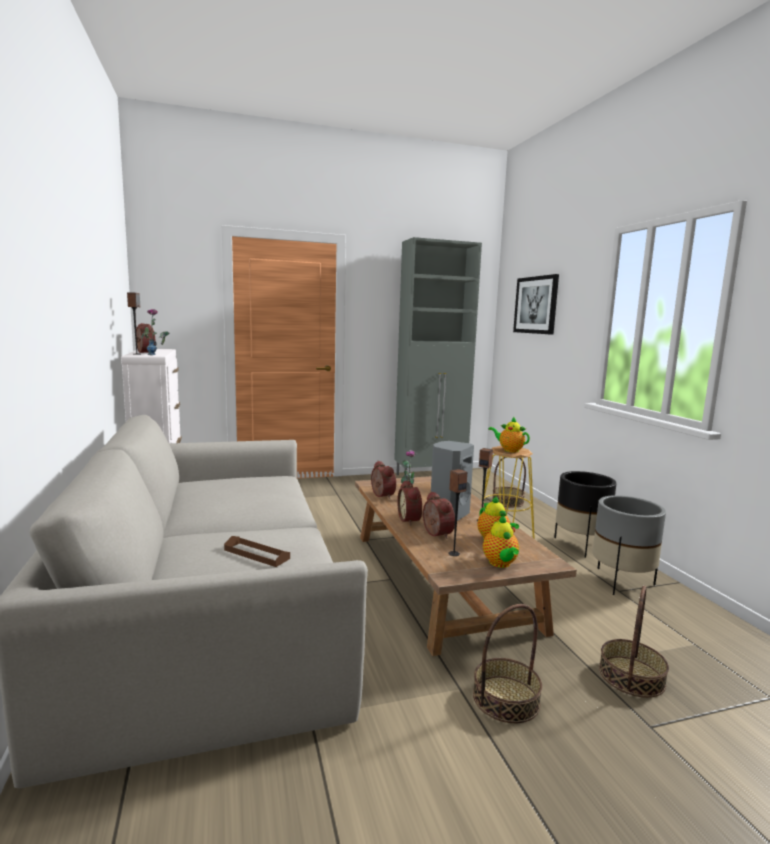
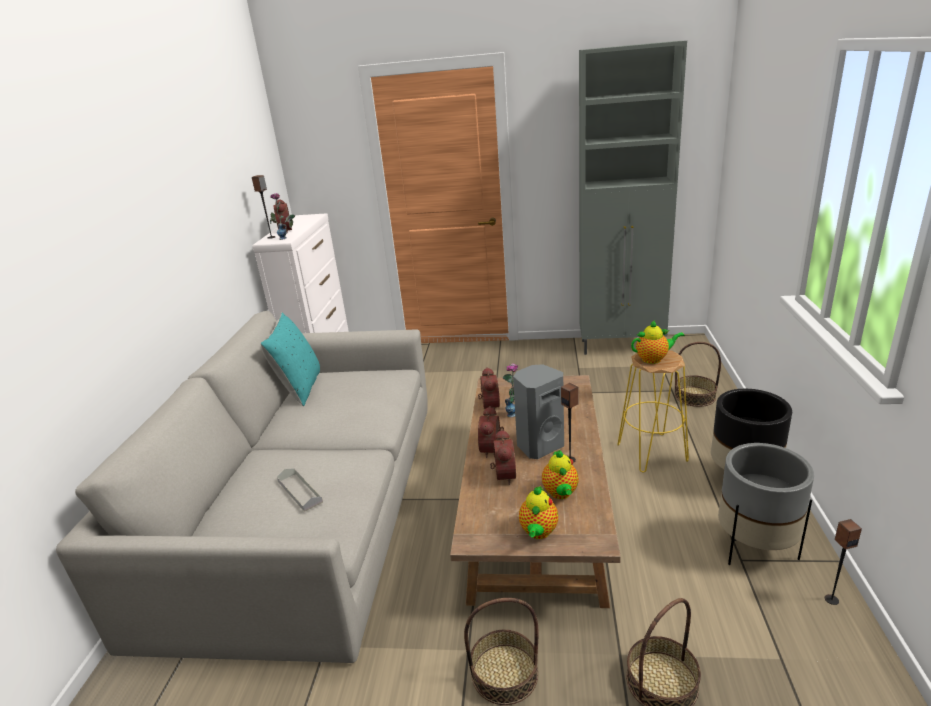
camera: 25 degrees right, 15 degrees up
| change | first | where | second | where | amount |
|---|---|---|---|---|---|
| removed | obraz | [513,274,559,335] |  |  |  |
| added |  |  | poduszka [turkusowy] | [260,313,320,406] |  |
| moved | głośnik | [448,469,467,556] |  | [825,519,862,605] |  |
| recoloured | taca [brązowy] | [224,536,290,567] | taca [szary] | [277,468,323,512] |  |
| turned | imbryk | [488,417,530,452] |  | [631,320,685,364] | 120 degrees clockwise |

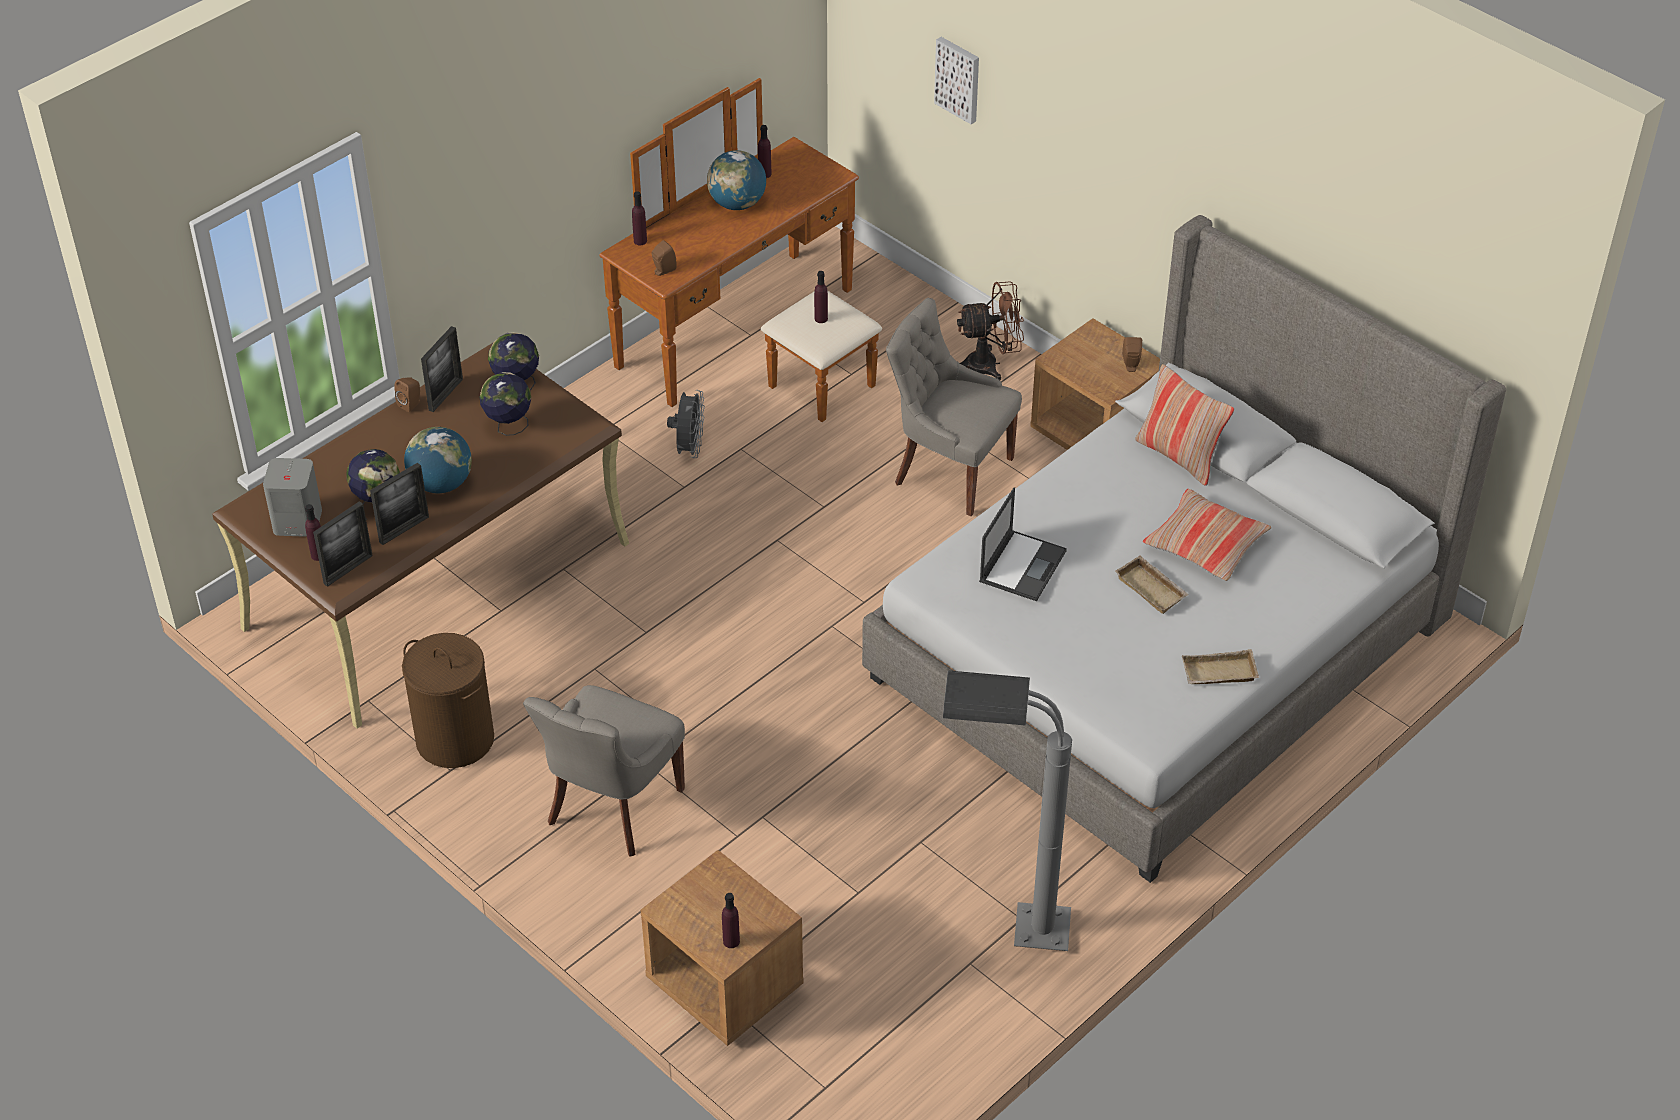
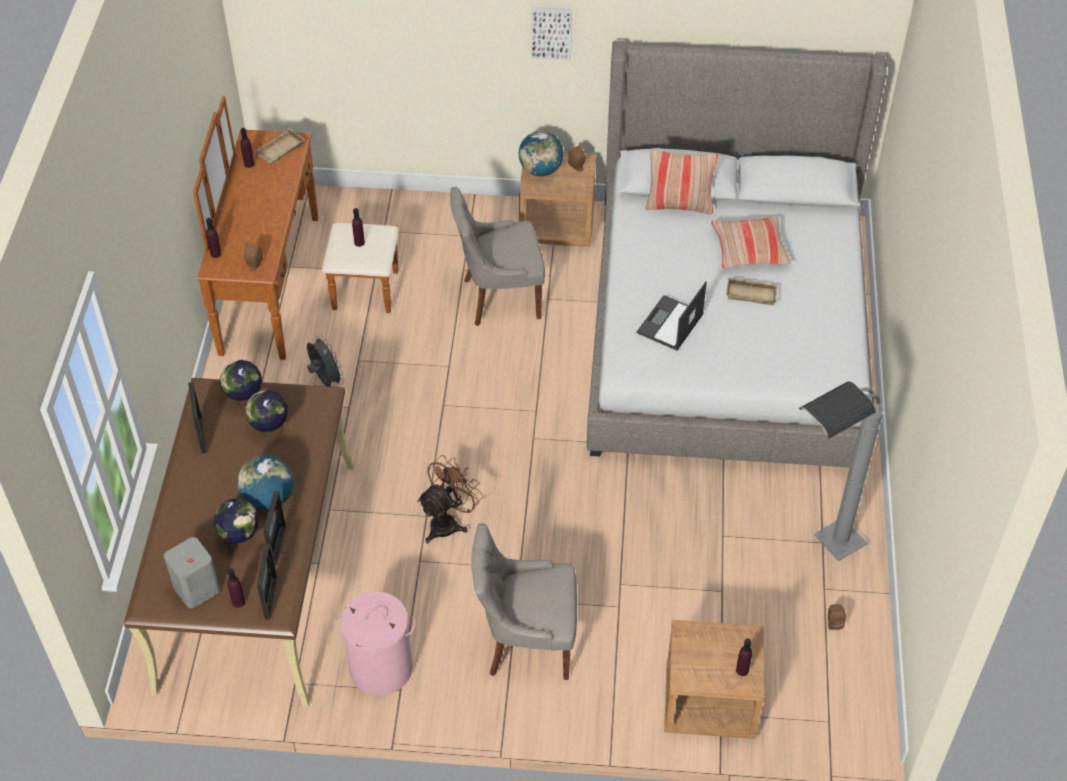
camera: 40 degrees left, 5 degrees up
| change | first | where | second | where | amount |
|---|---|---|---|---|---|
| moved | głośnik [brązowy] | [394,377,420,412] |  | [828,604,846,630] |  |
| moved | globus | [707,150,766,210] |  | [519,131,564,176] |  |
| moved | obraz | [934,37,979,124] |  | [532,7,572,60] |  |
| moved | wentylator [brązowy] | [957,281,1024,380] |  | [417,455,483,544] |  |
| moved | taca [beżowy] | [1182,649,1259,684] |  | [254,128,305,164] |  |
| recoloured | kosz na pranie [brązowy] | [402,633,494,768] | kosz na pranie [różowy] | [333,592,416,696] |  |
| turned | krzesło [szary] | [523,685,685,857] |  | [471,523,577,680] | 105 degrees clockwise |
| turned | laptop | [979,487,1067,601] |  | [637,282,707,351] | 135 degrees counterclockwise |

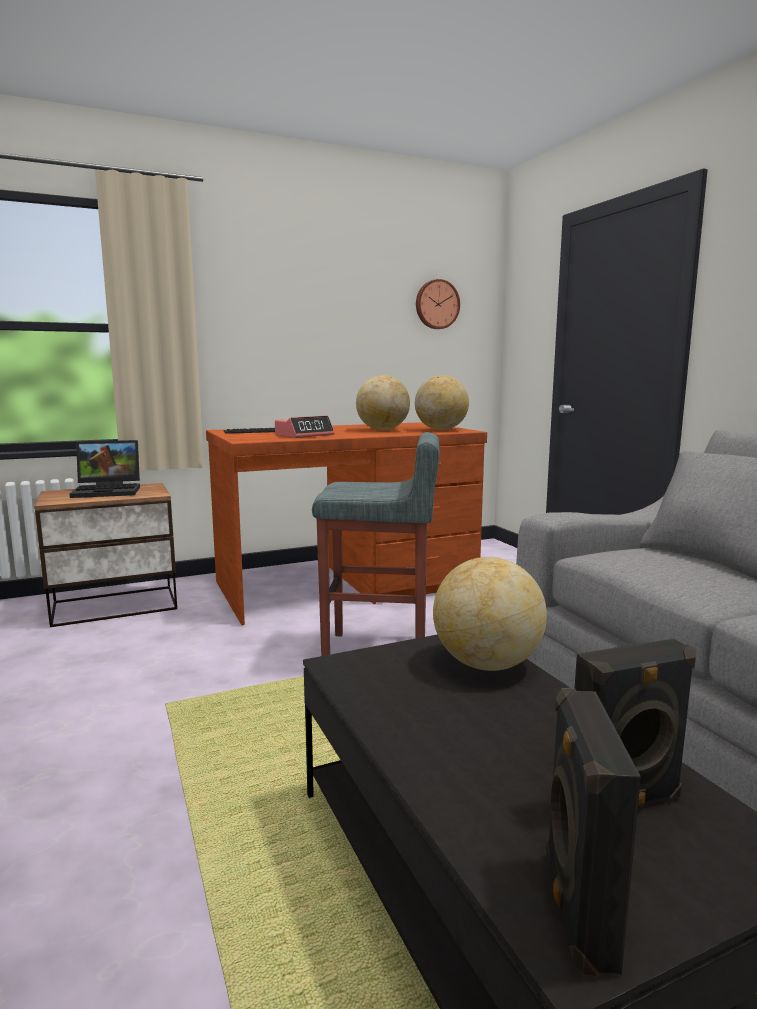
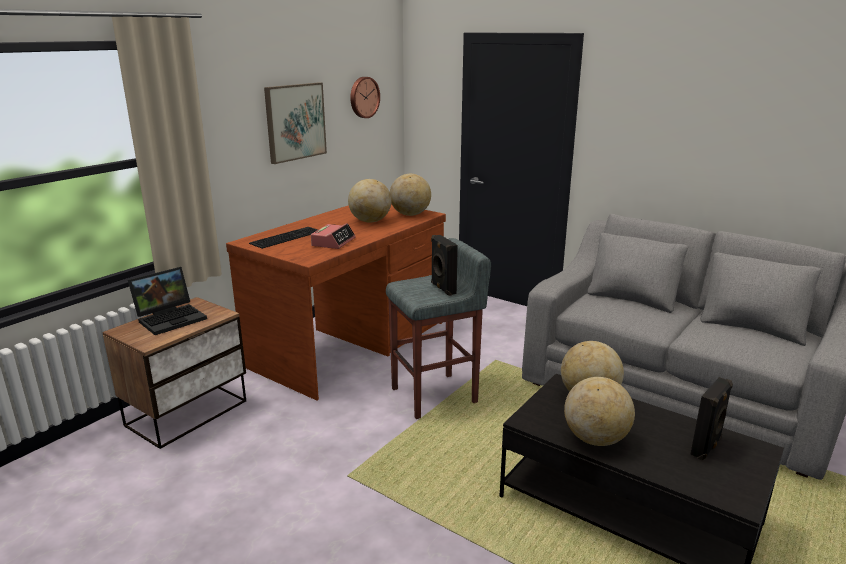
camera: 30 degrees left, 10 degrees up
| change | first | where | second | where | amount |
|---|---|---|---|---|---|
| added |  |  | obraz | [264,82,327,164] |  |
| added |  |  | globus | [564,377,635,446] |  |
| moved | głośnik [czarny] | [546,688,641,977] |  | [431,235,458,296] |  |

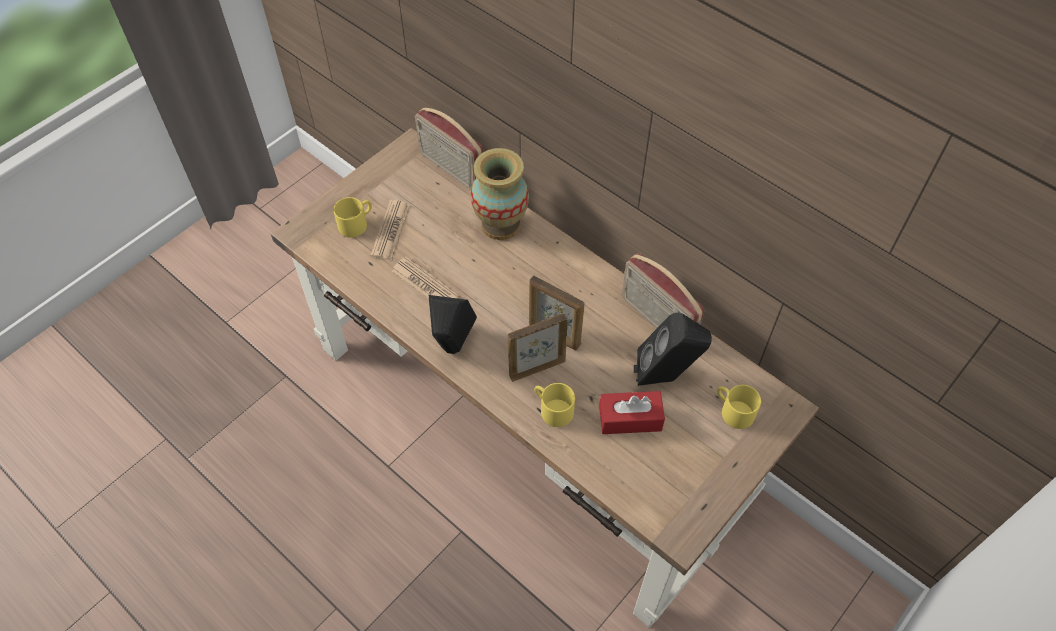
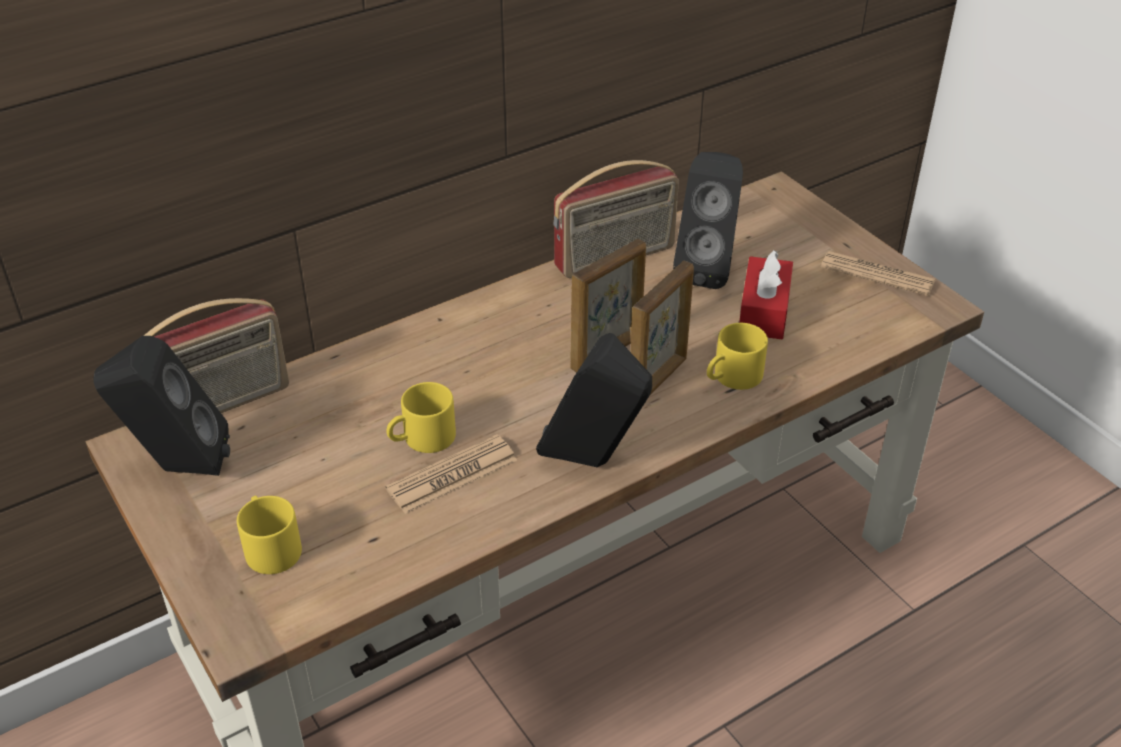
camera: 75 degrees left, 15 degrees down
| change | first | where | second | where | amount |
|---|---|---|---|---|---|
| removed | wazon | [471,148,529,240] |  |  |  |
| added |  |  | głośnik [czarny] | [93,336,230,476] |  |
| moved | gazeta | [370,200,410,260] |  | [821,251,935,296] |  |
| moved | kubek [żółty] | [717,385,761,429] |  | [386,382,456,453] |  |
| turned | ramka na zdjęcie | [508,314,568,382] |  | [630,261,694,395] | 135 degrees counterclockwise |

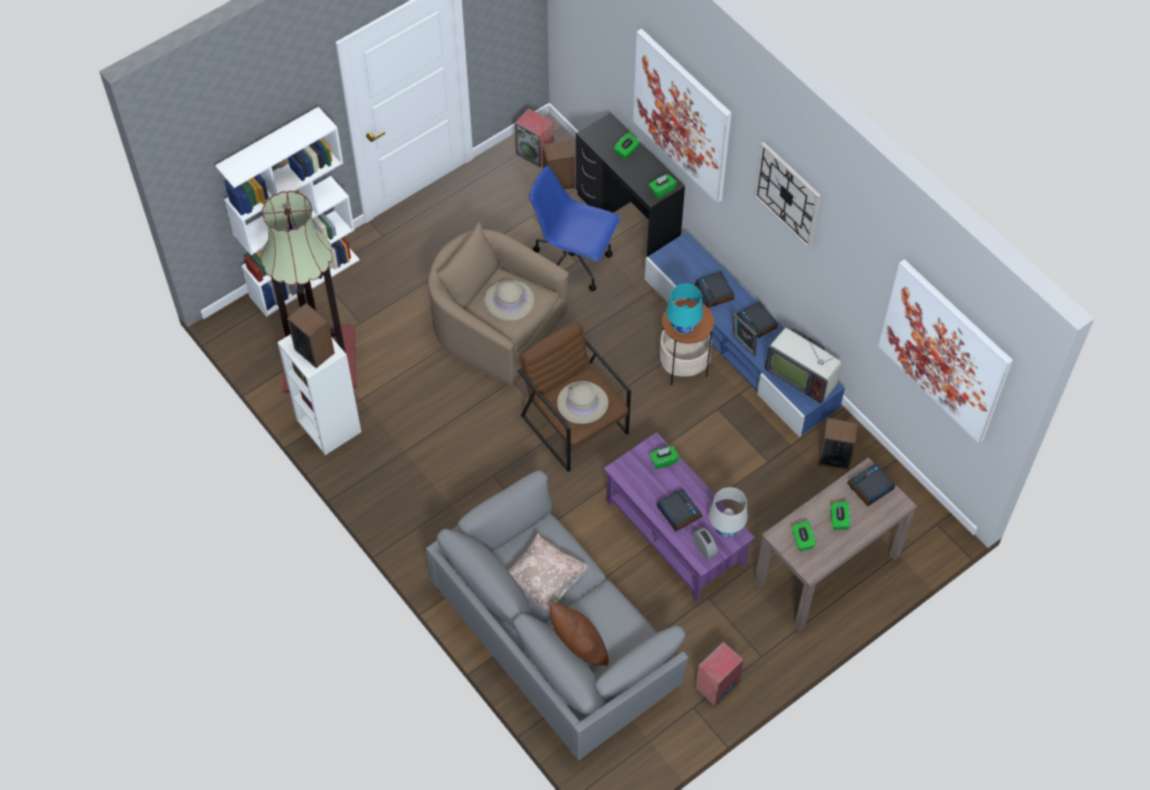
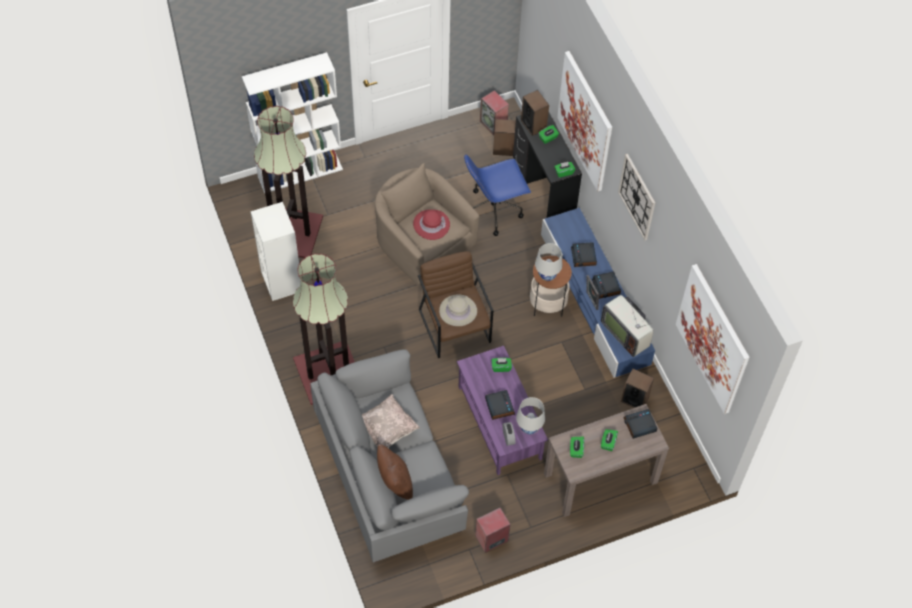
camera: 15 degrees right, 0 degrees up
| change | first | where | second | where | amount |
|---|---|---|---|---|---|
| added |  |  | lampa stojąca | [293,253,355,405] |  |
| moved | głośnik | [287,303,335,368] |  | [521,90,549,136] |  |
| recoloured | kapelusz [beżowy] | [484,280,534,321] | kapelusz [czerwony] | [413,209,450,240] |  |
| recoloured | lampa stołowa [turkusowy] | [666,284,703,335] | lampa stołowa [biały] | [535,243,562,281] |  |
| turned | krzesło biurowe [niebieski] | [529,166,621,291] |  | [464,154,531,236] | 60 degrees counterclockwise |

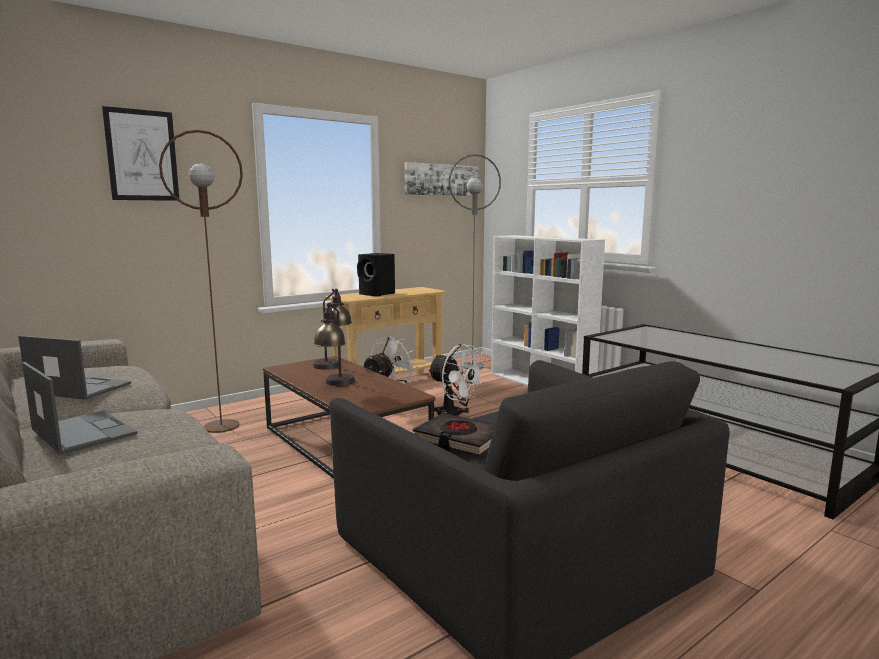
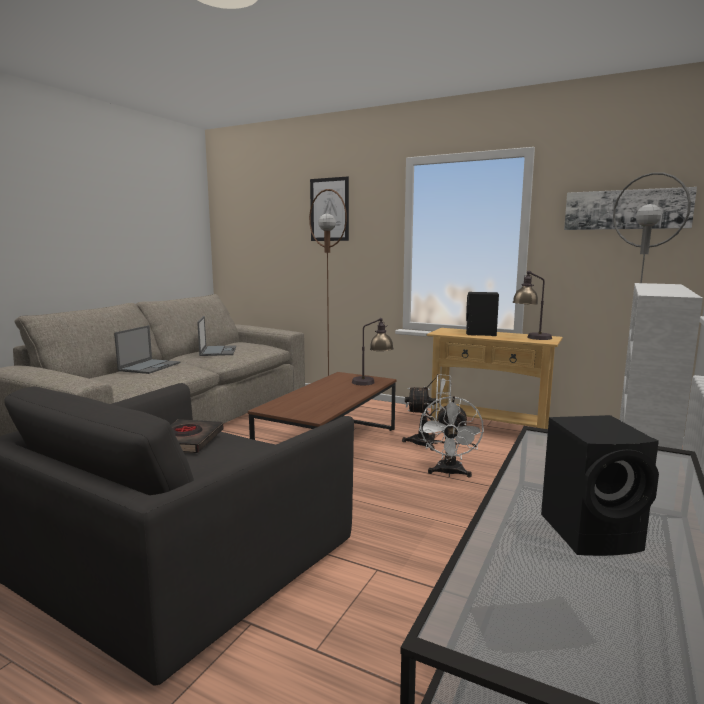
camera: 65 degrees right, 0 degrees up
| change | first | where | second | where | amount |
|---|---|---|---|---|---|
| added |  |  | głośnik [czarny] | [541,415,659,556] |  |
| moved | lampa stołowa | [313,303,355,386] |  | [513,271,552,340] |  |

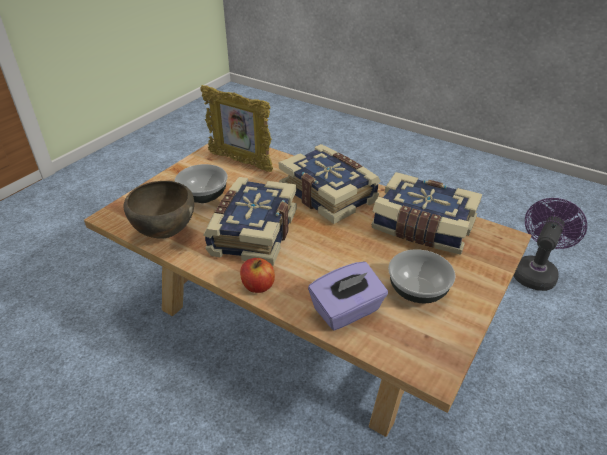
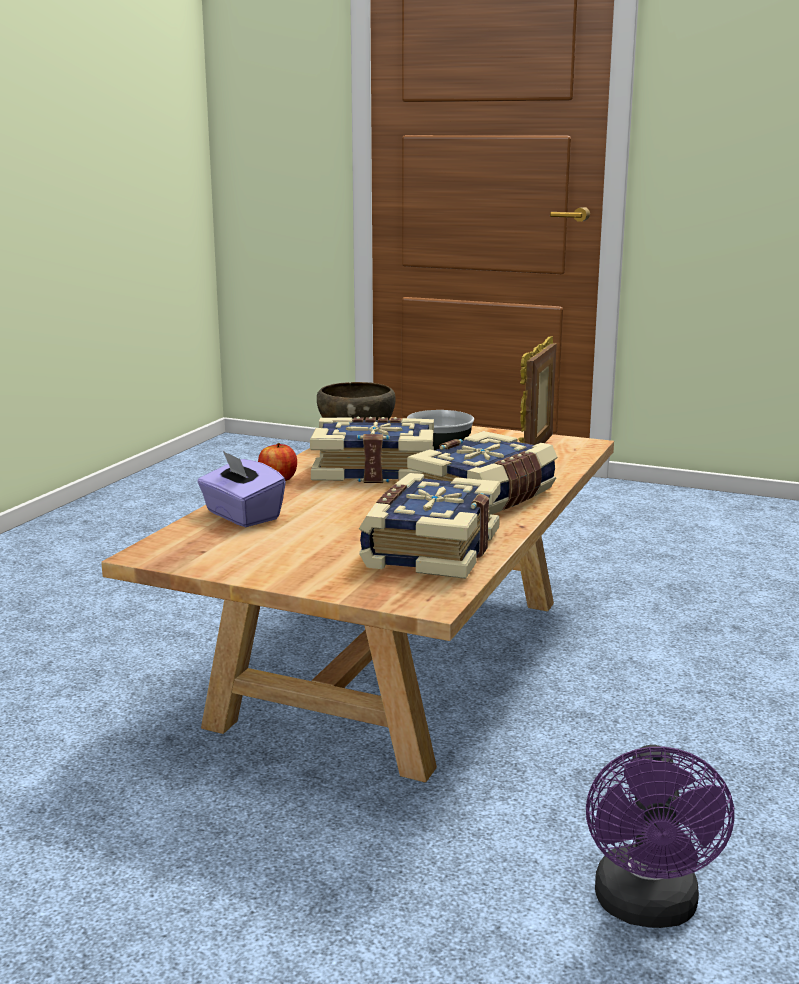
camera: 80 degrees right, 20 degrees down
| change | first | where | second | where | amount |
|---|---|---|---|---|---|
| removed | miska | [388,249,455,303] |  |  |  |
| turned | wentylator [fioletowy] | [513,198,587,291] |  | [586,745,734,928] | 75 degrees clockwise |

